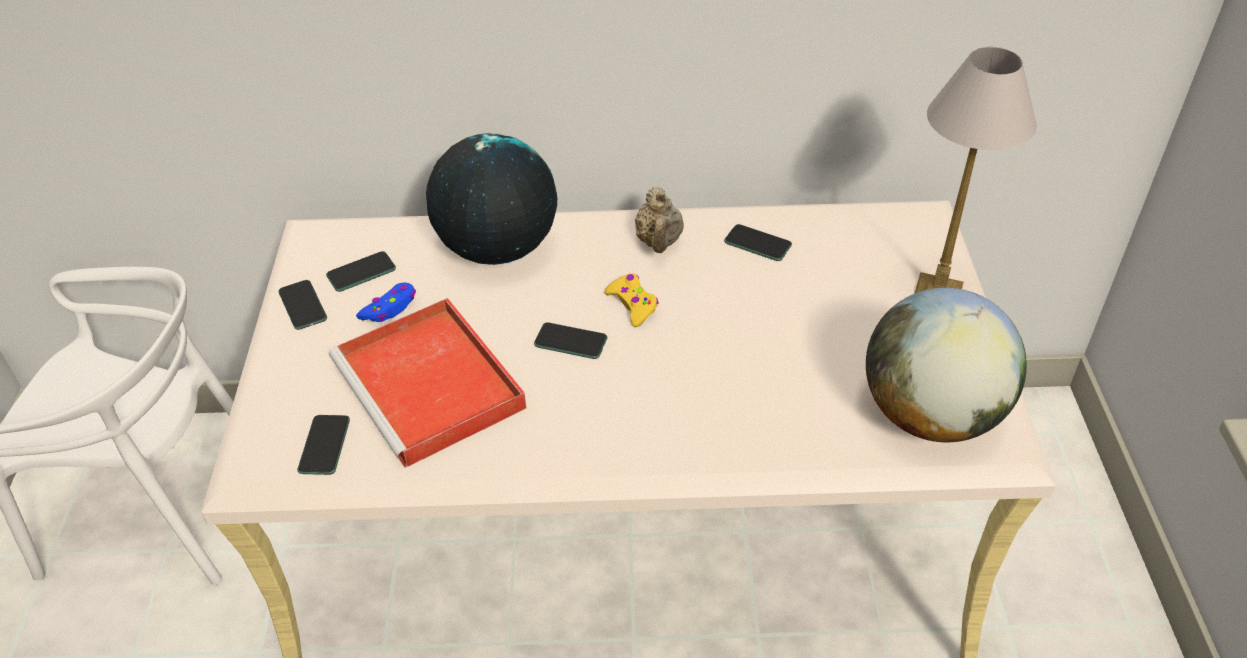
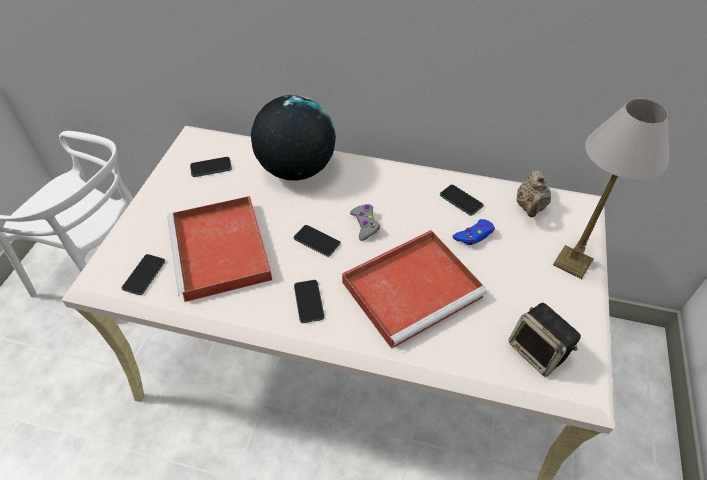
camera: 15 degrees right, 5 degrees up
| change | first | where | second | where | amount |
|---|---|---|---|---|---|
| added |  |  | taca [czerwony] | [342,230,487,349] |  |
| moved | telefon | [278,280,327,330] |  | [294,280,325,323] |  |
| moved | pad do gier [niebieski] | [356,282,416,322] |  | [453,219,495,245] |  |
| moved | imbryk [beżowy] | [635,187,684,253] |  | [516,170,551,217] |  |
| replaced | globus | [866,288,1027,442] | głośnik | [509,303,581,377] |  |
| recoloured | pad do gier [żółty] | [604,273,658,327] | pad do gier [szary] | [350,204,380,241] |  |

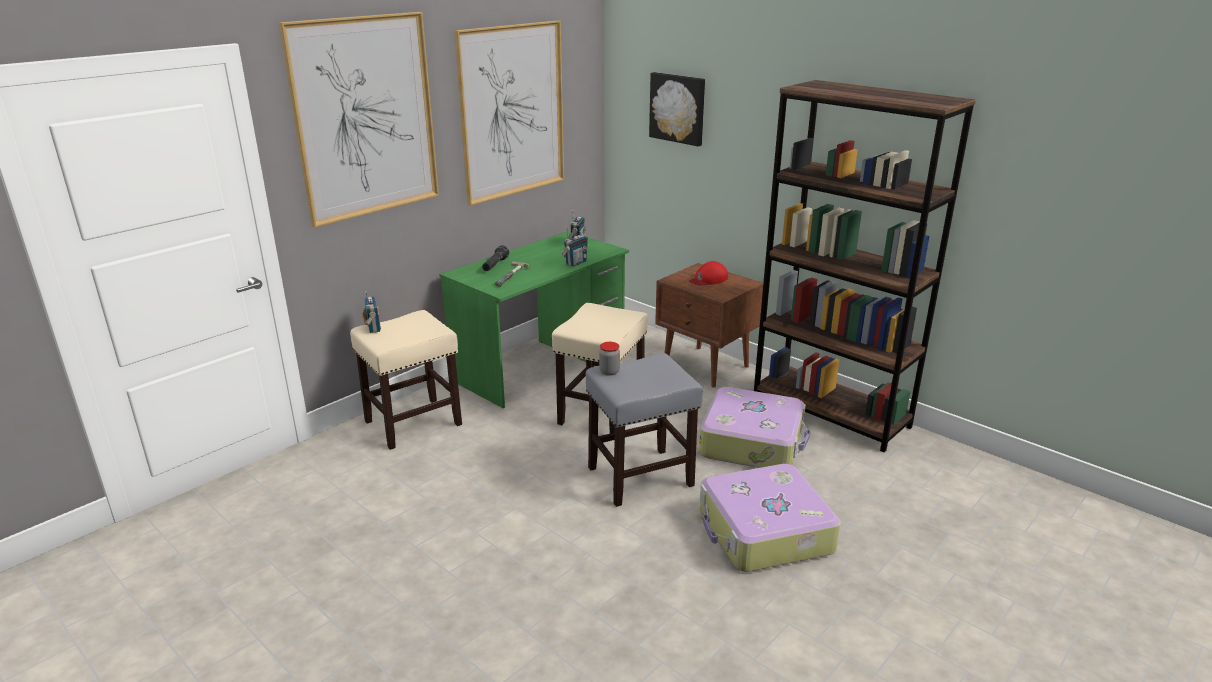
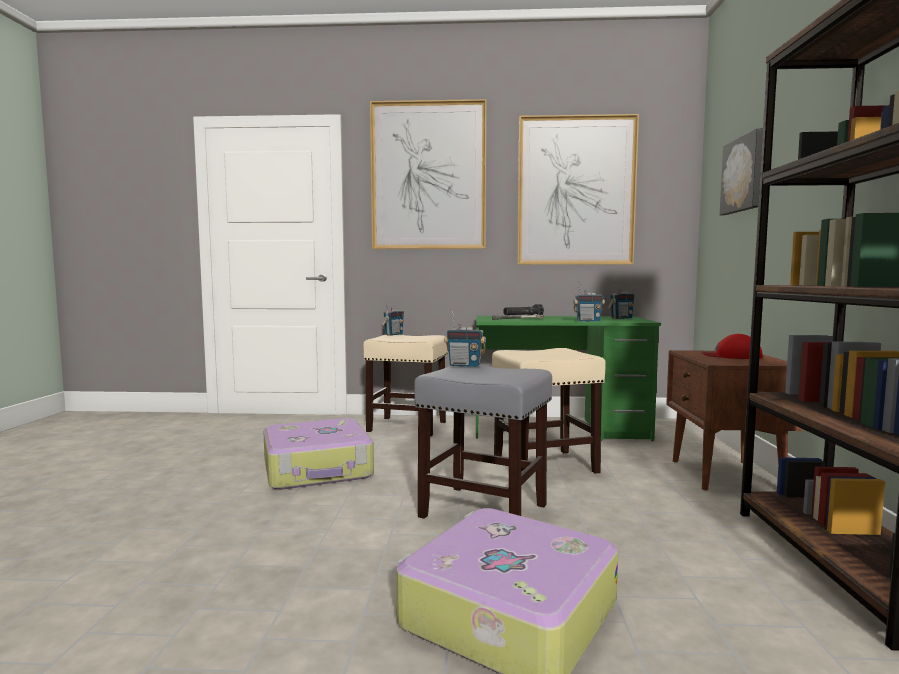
camera: 50 degrees right, 20 degrees down
| change | first | where | second | where | amount |
|---|---|---|---|---|---|
| moved | walizka | [699,387,811,468] |  | [263,418,374,490] |  |
| replaced | słoik | [599,342,620,376] | radio | [444,310,486,367] |  |

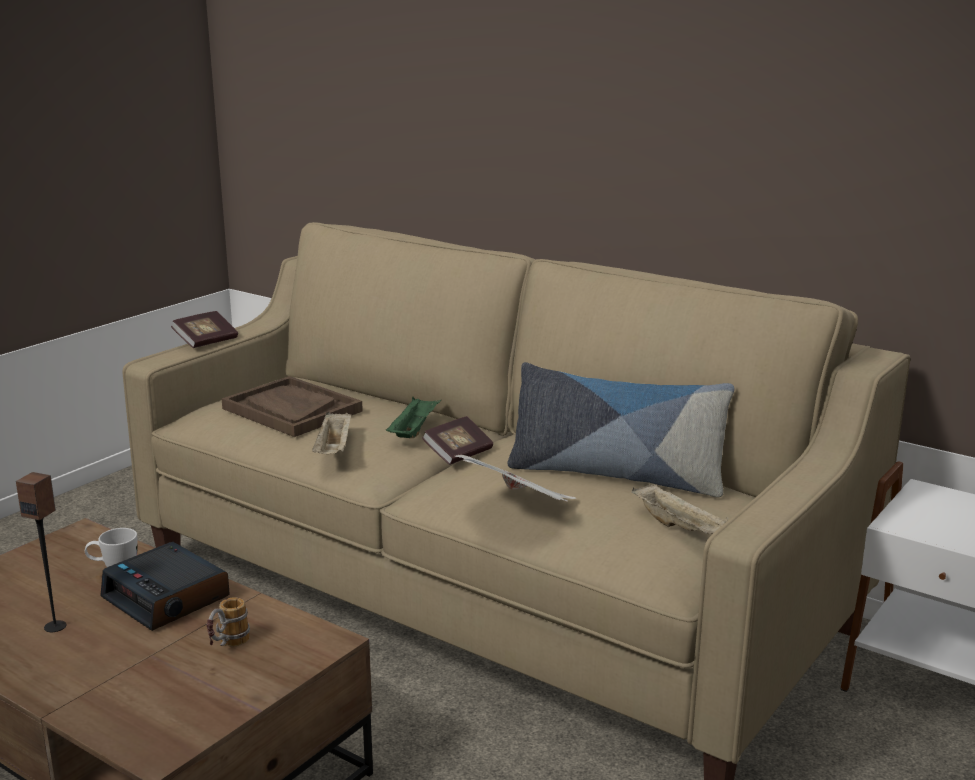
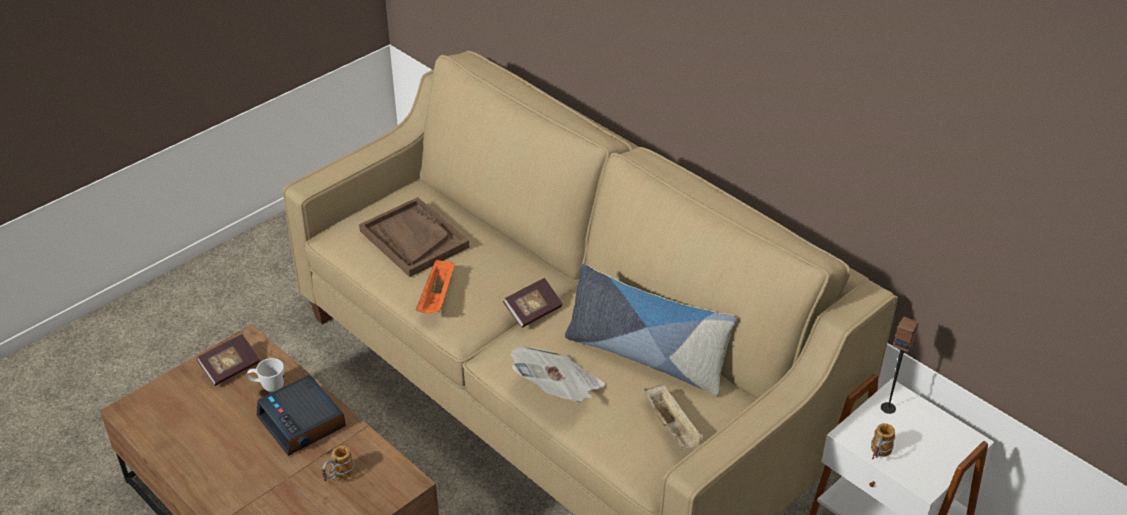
camera: 10 degrees right, 20 degrees up
| change | first | where | second | where | amount |
|---|---|---|---|---|---|
| removed | taca [zielony] | [386,397,441,438] |  |  |  |
| added |  |  | kubek | [871,423,895,459] |  |
| moved | głośnik | [16,472,67,632] |  | [881,317,919,414] |  |
| moved | książka | [171,311,238,348] |  | [197,334,260,386] |  |
| recoloured | taca [beżowy] | [312,411,351,454] | taca [pomarańczowy] | [416,259,455,314] |  |

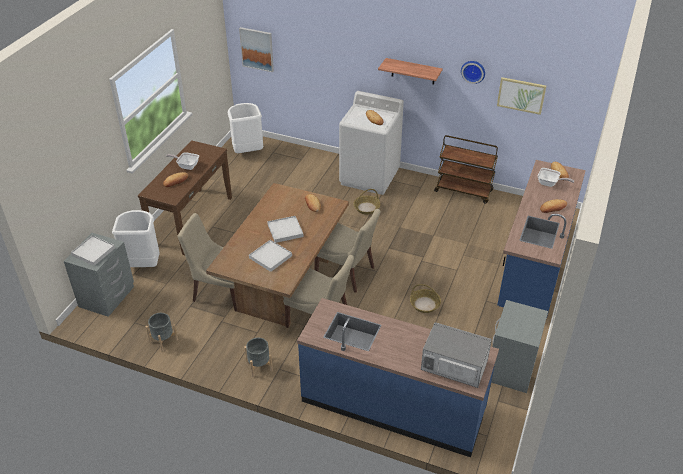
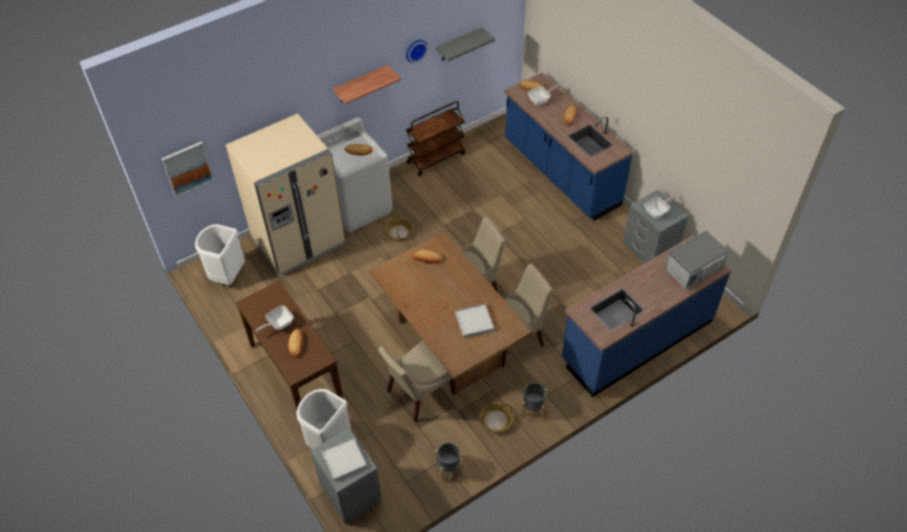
camera: 55 degrees left, 10 degrees up
| change | first | where | second | where | amount |
|---|---|---|---|---|---|
| removed | taca [biały] | [267,216,304,243] |  |  |  |
| added |  |  | lodówka [beżowy] | [226,113,345,276] |  |
| added |  |  | patelnia | [644,195,676,219] |  |
| moved | koszyk | [410,284,441,313] |  | [479,402,513,432] |  |
| replaced | obraz | [497,77,546,115] | półka [szary] | [436,27,495,61] |  |

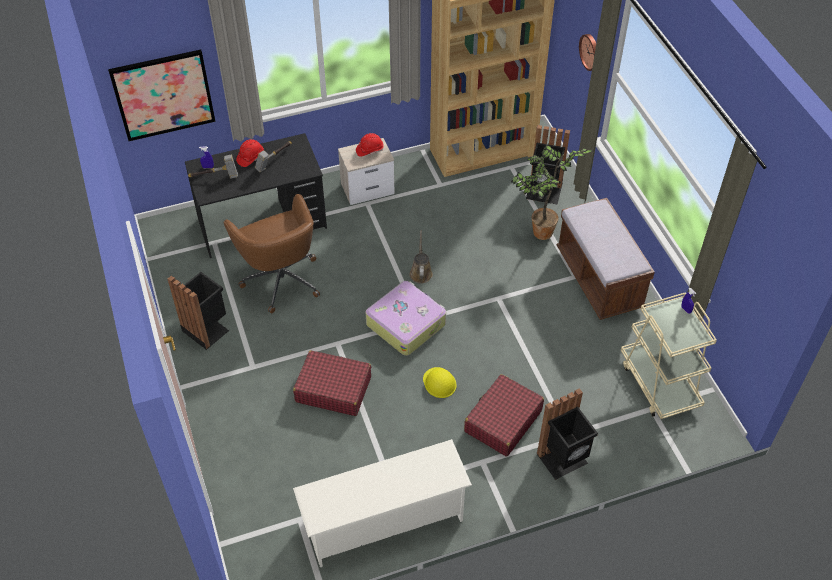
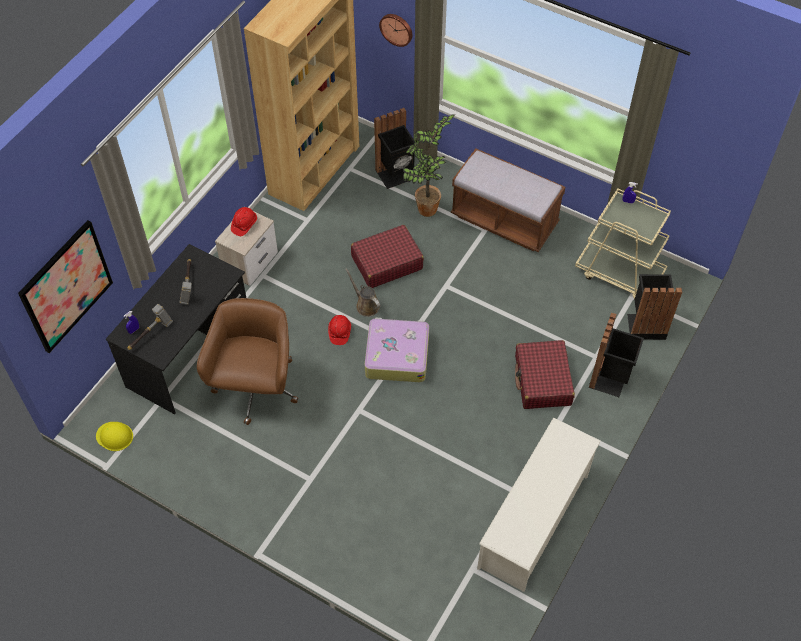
camera: 40 degrees left, 5 degrees up
| change | first | where | second | where | amount |
|---|---|---|---|---|---|
| moved | kosz na śmieci [czarny] | [168,272,229,350] |  | [627,274,682,340] |  |
| moved | kask [czerwony] | [236,139,264,167] |  | [328,315,351,345] |  |
| moved | walizka [czerwony] | [293,351,371,416] |  | [351,225,424,288] |  |
| moved | kask [żółty] | [423,367,457,398] |  | [96,422,133,451] |  |
| turned | krzesło biurowe [brązowy] | [223,194,320,314] |  | [197,298,298,425] | 105 degrees counterclockwise |

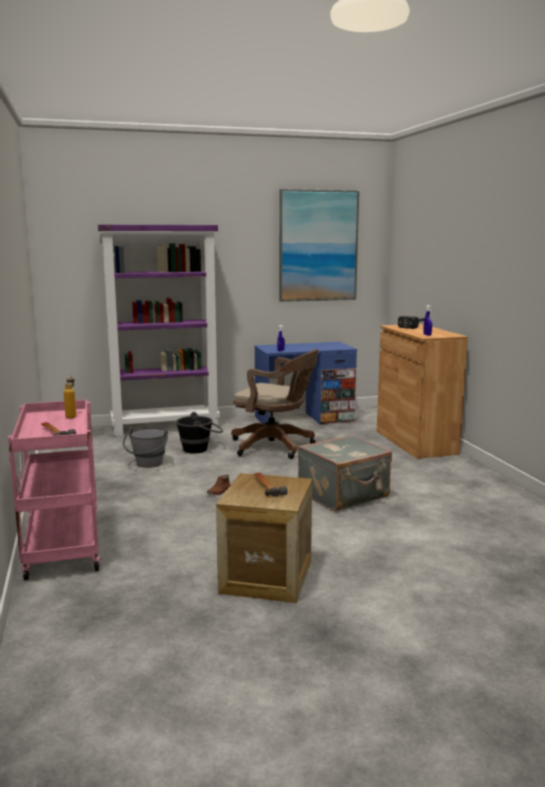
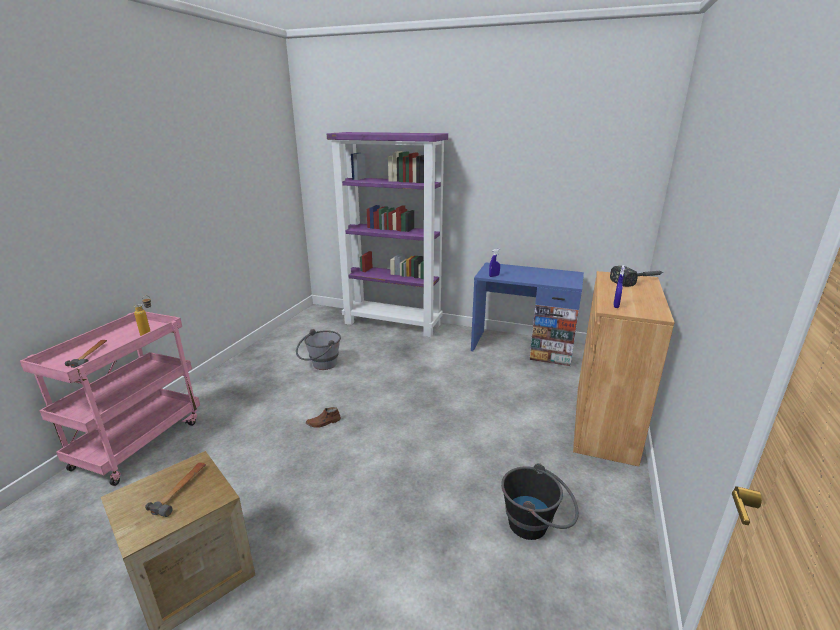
camera: 35 degrees right, 10 degrees up
| change | first | where | second | where | amount |
|---|---|---|---|---|---|
| removed | krzesło biurowe [brązowy] | [231,349,318,459] |  |  |  |
| removed | obraz | [279,189,359,302] |  |  |  |
| removed | walizka [szary] | [298,435,392,511] |  |  |  |
| moved | wiadro [czarny] | [176,412,223,454] |  | [501,463,579,540] |  |

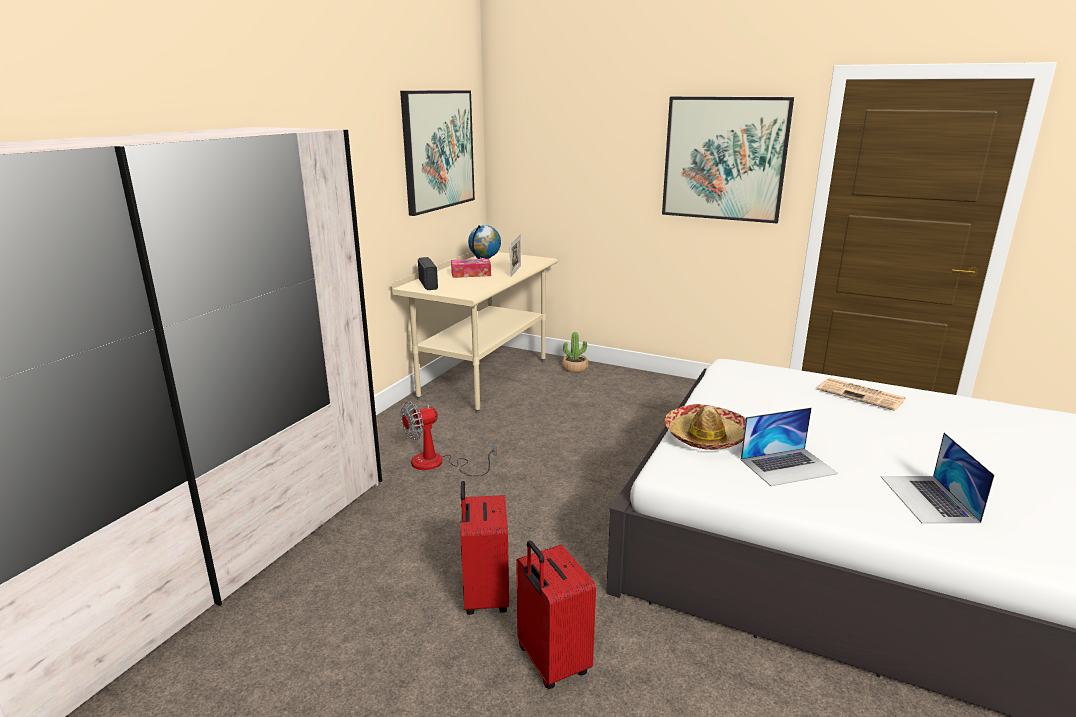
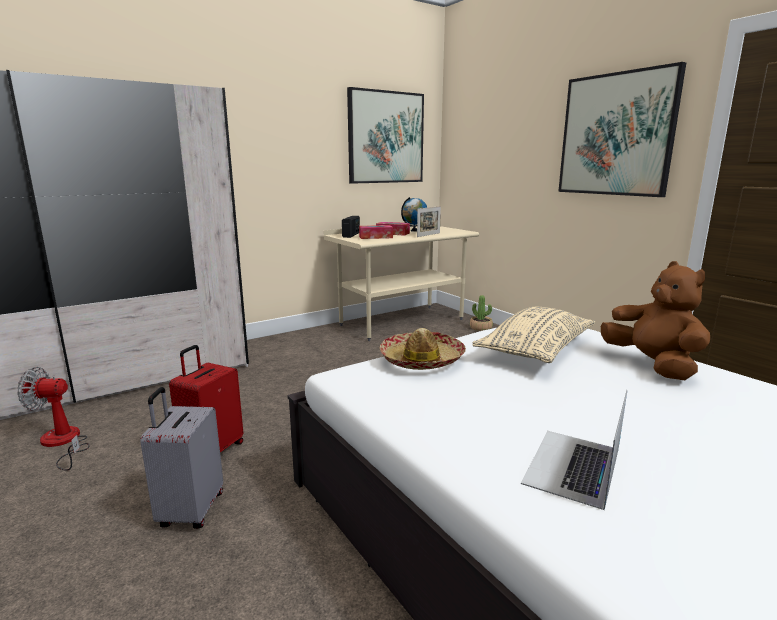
camera: 30 degrees right, 5 degrees down
| change | first | where | second | where | amount |
|---|---|---|---|---|---|
| removed | laptop | [741,407,838,486] |  |  |  |
| added |  |  | pudełko chusteczek | [359,225,393,239] |  |
| added |  |  | poduszka [beżowy] | [472,307,595,363] |  |
| moved | wentylator | [400,401,497,476] |  | [17,367,90,471] |  |
| replaced | gazeta | [818,378,906,411] | pluszak [brązowy] | [601,261,710,380] |  |
| recoloured | walizka [czerwony] | [516,540,596,689] | walizka [szary] | [140,387,223,529] |  |

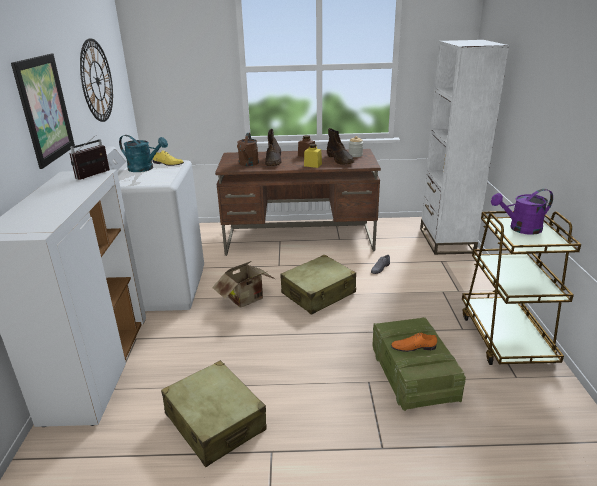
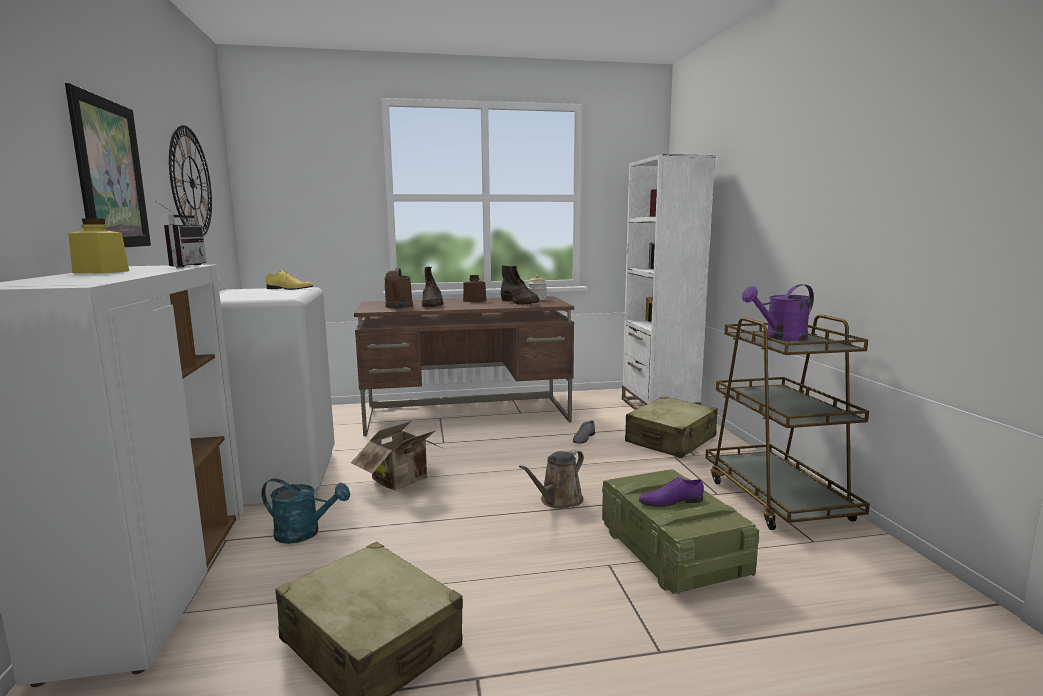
camera: 10 degrees left, 15 degrees down
| change | first | where | second | where | amount |
|---|---|---|---|---|---|
| added |  |  | konewka [brązowy] | [519,450,584,509] |  |
| moved | konewka [turkusowy] | [119,135,168,172] |  | [261,478,350,544] |  |
| moved | walizka [beżowy] | [280,255,356,315] |  | [625,396,718,458] |  |
| moved | słoik [żółty] | [304,144,322,168] |  | [68,218,129,273] |  |
| recoloured | but [pomarańczowy] | [391,333,437,352] | but [fioletowy] | [639,477,704,507] |  |
| turned | radio | [69,136,110,180] |  | [155,201,207,267] | 150 degrees clockwise |

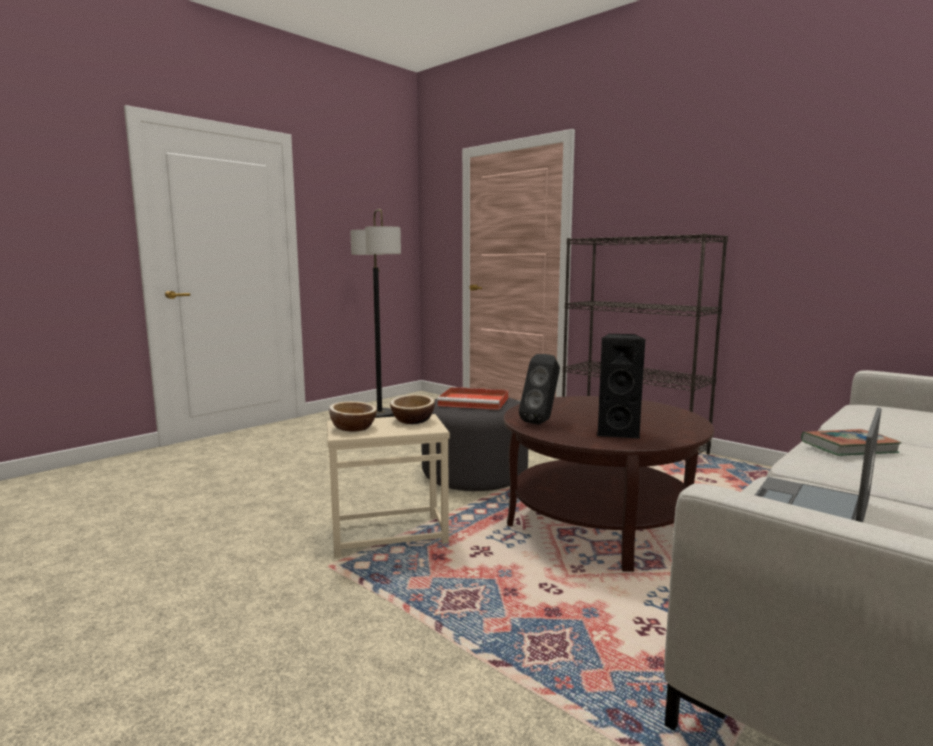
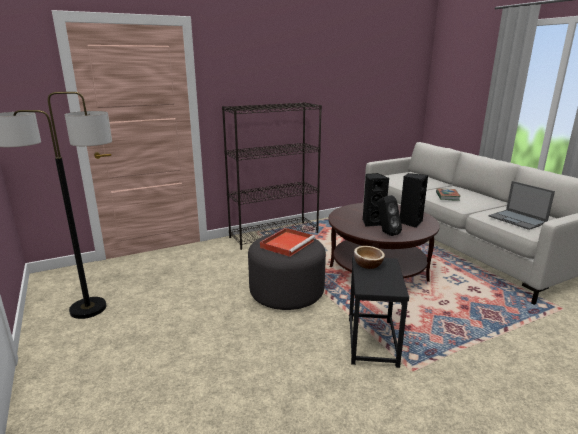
camera: 70 degrees left, 10 degrees up
| change | first | where | second | where | amount |
|---|---|---|---|---|---|
| removed | miska | [329,401,377,432] |  |  |  |
| added |  |  | głośnik [czarny] | [363,173,389,227] |  |
| recoloured | stolik [beżowy] | [327,414,450,558] | stolik [czarny] | [349,256,409,368] |  |

